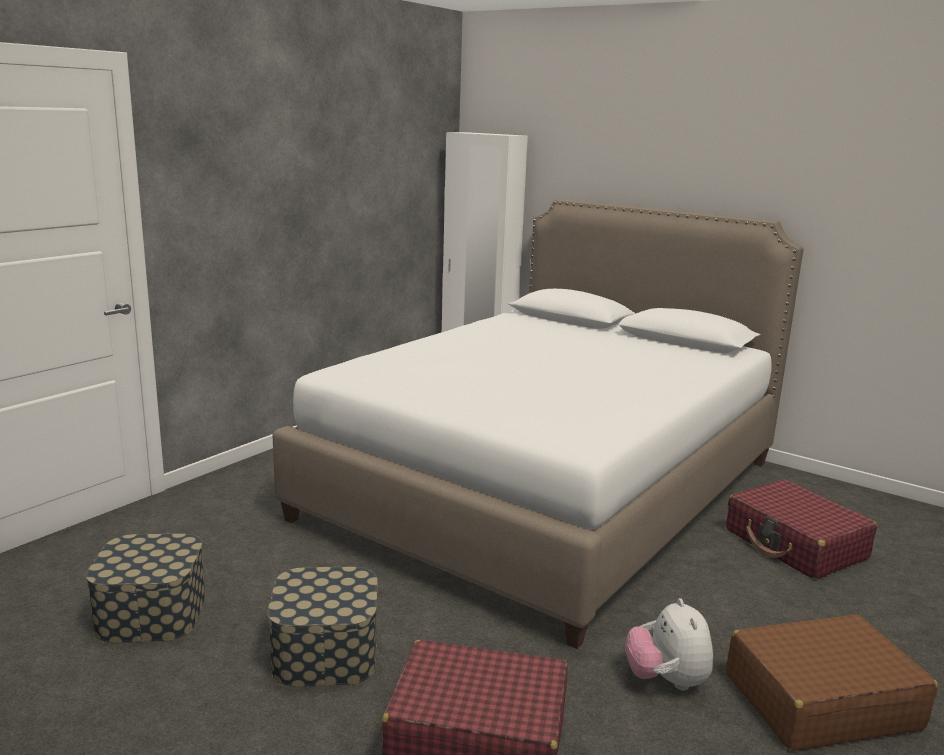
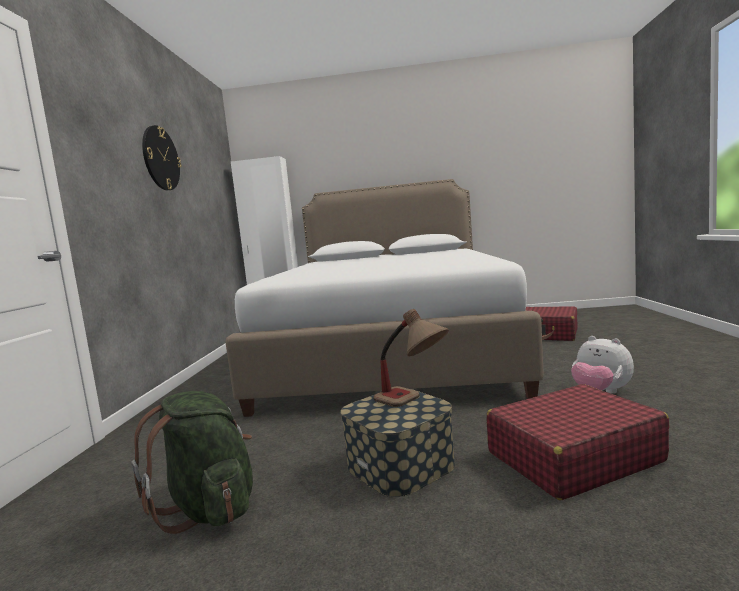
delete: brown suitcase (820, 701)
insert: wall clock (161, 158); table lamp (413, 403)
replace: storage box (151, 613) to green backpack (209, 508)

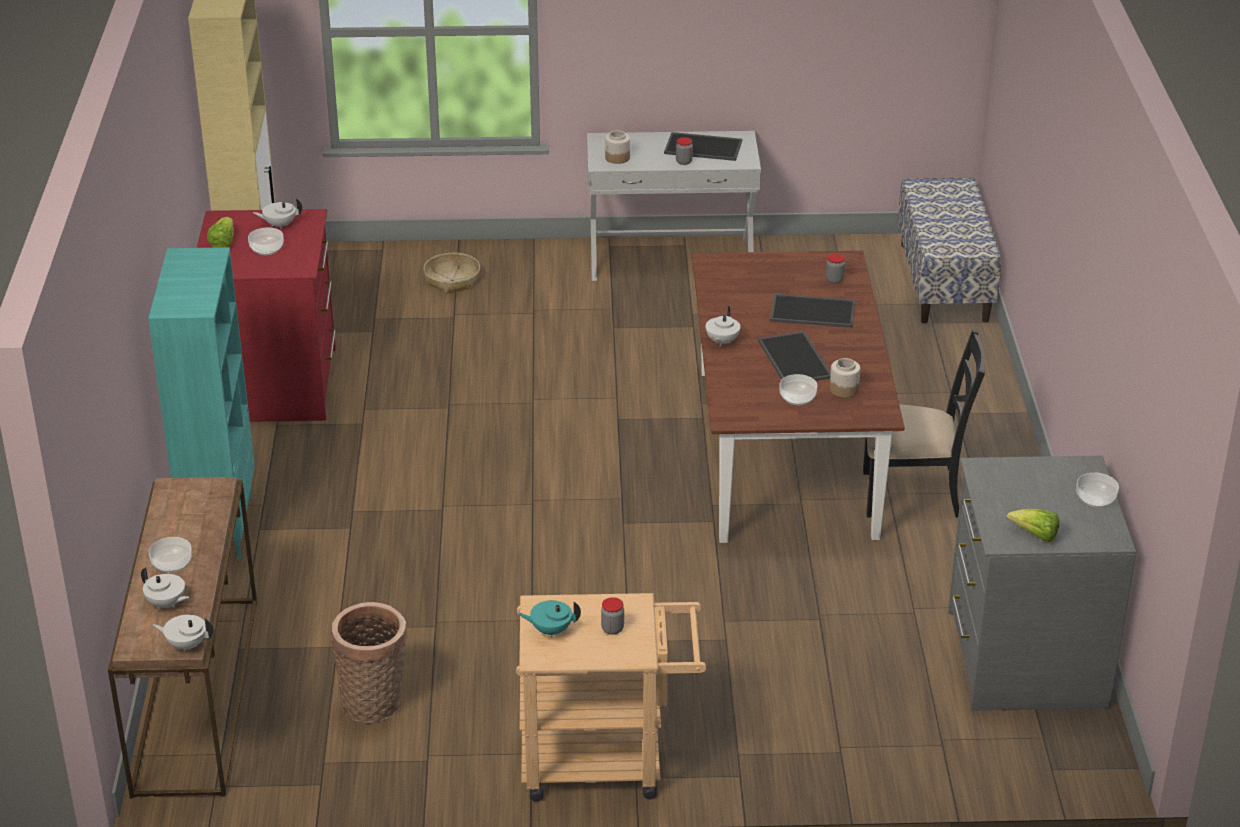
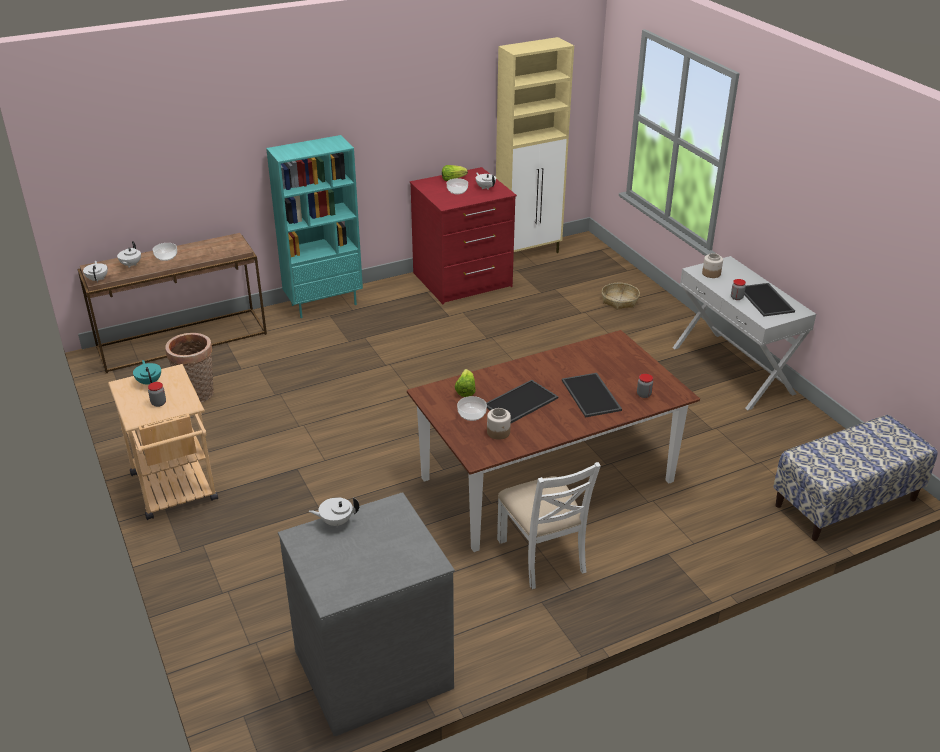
delete: bowl (1096, 499)
move: white teapot (721, 341) to (336, 521); lettuce (1035, 535) to (465, 390)
recolor: black chair (913, 494) to white chair (542, 555)

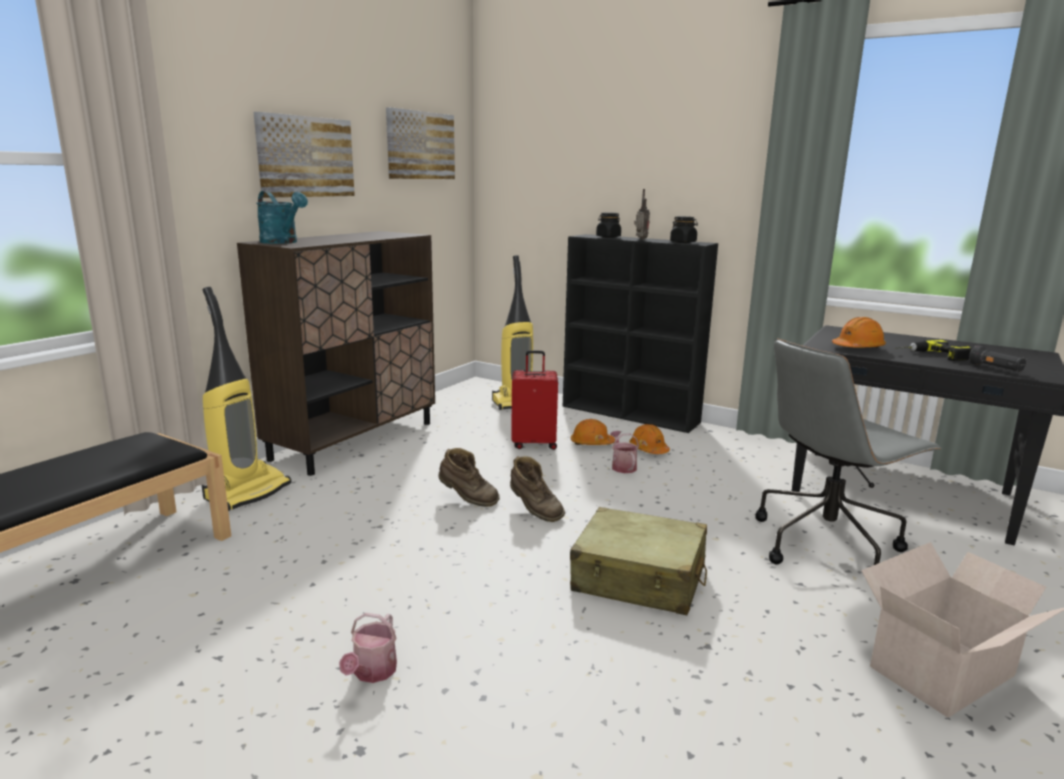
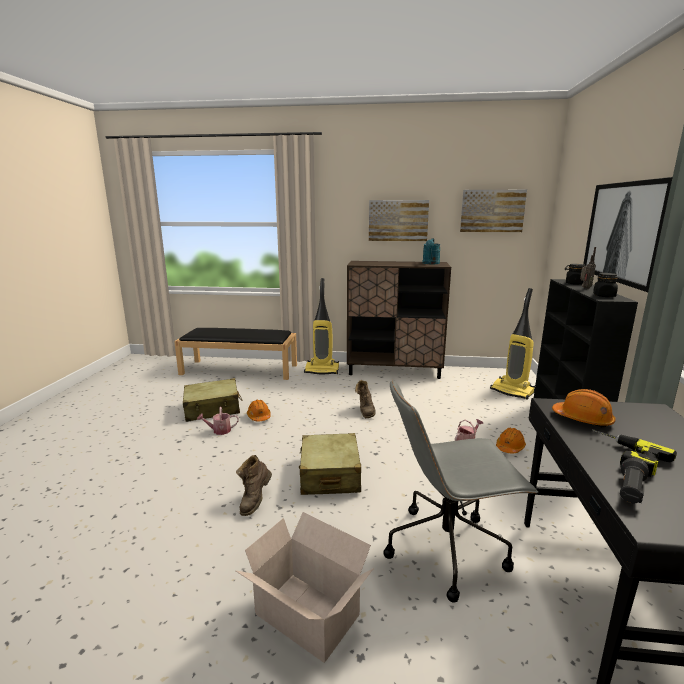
delete: red suitcase (534, 443)
insert: beige suitcase (213, 409); picture (622, 232)
move: brown boot (534, 511) to (255, 501); orange hard hat (591, 443) to (259, 417); turquoise watering can (282, 242) to (430, 263)
rotate: grey office chair (826, 544) = (447, 548) 45 degrees counterclockwise

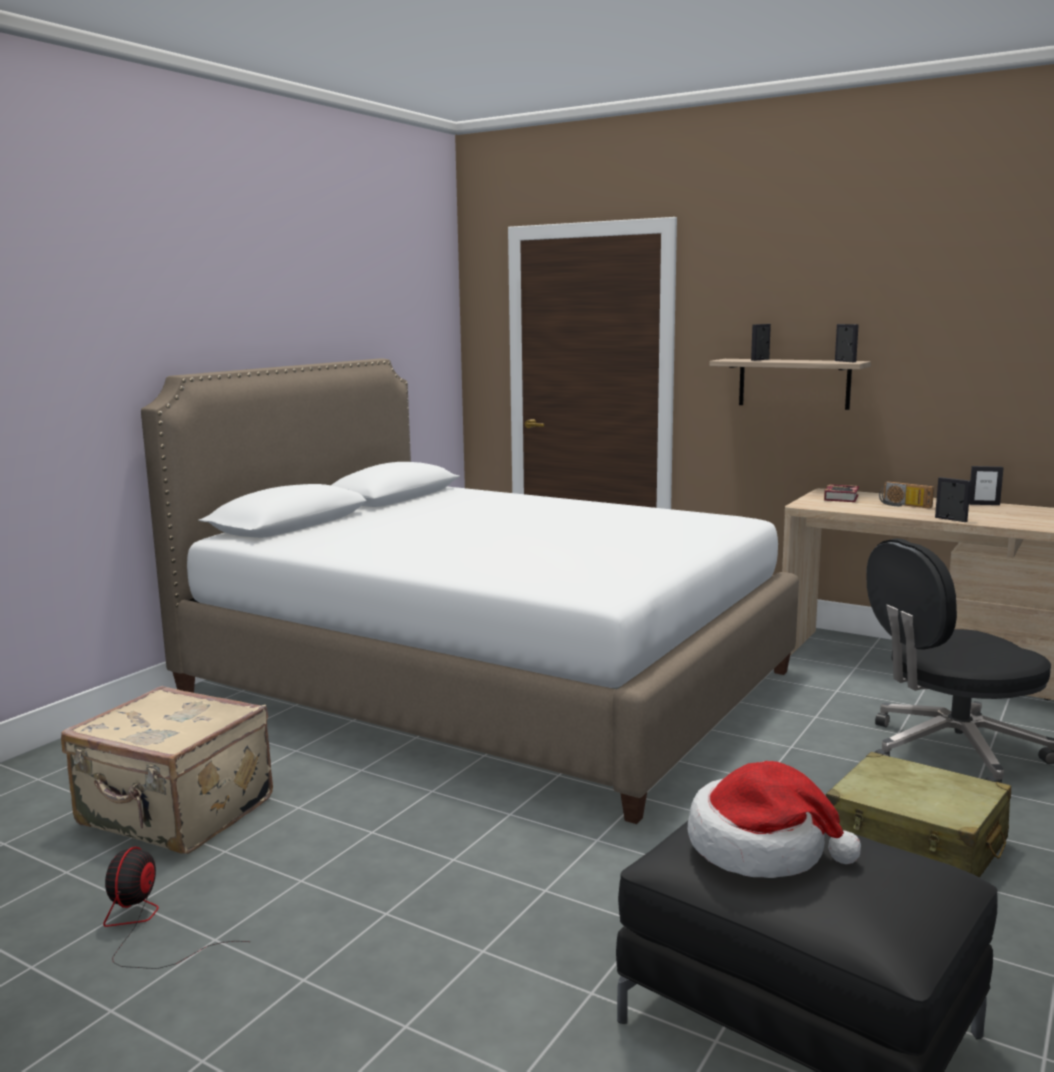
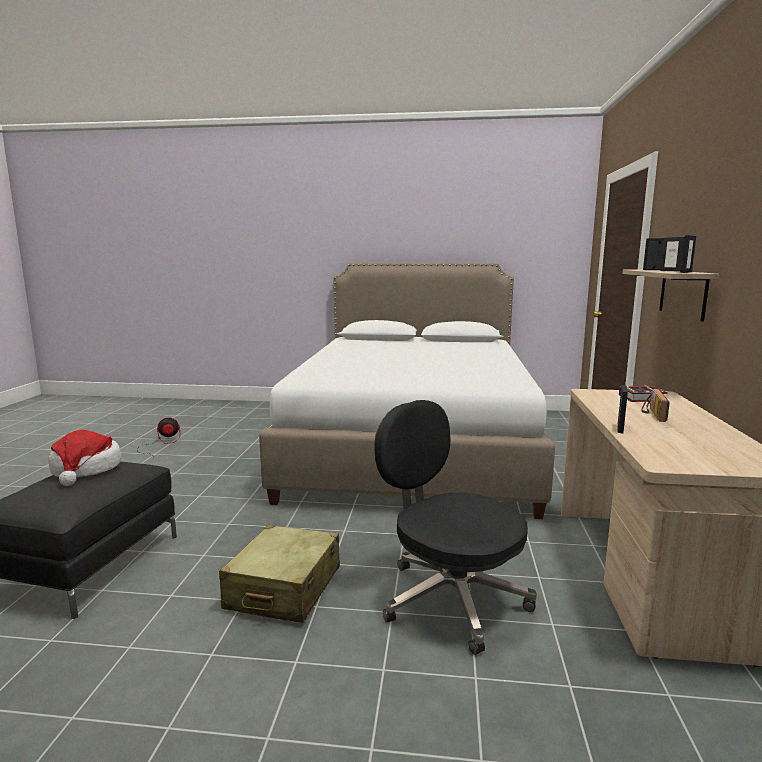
delete: beige suitcase (175, 814)
move: picture frame (983, 504) to (670, 271)

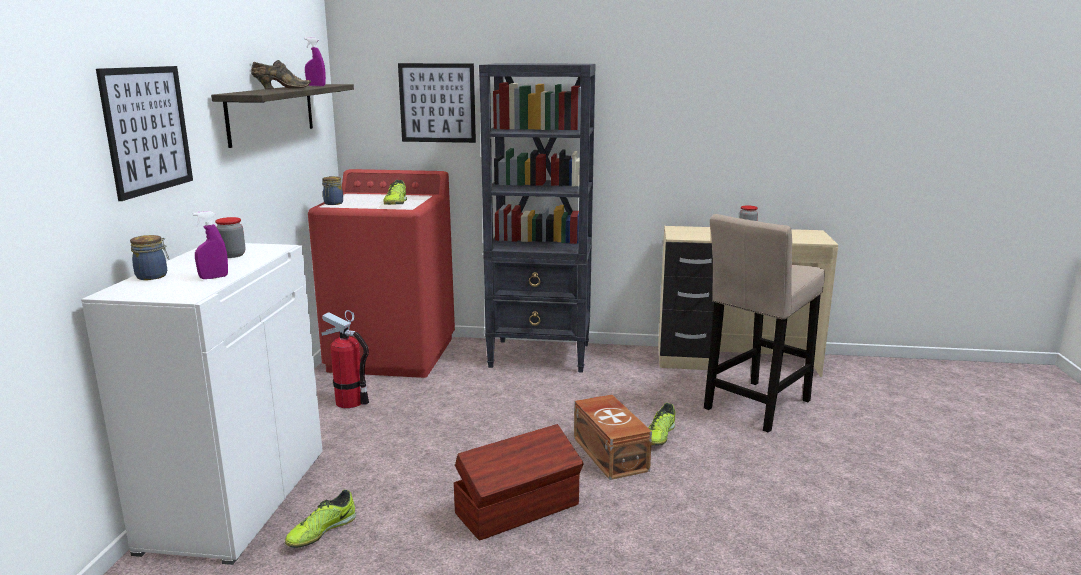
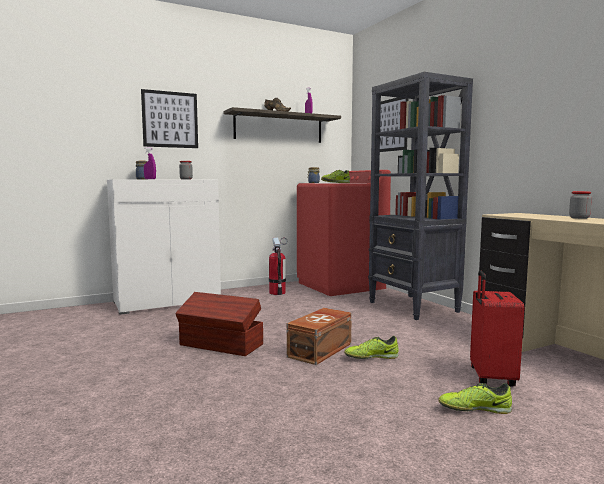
move: shoe (321, 532) to (474, 409)
replace: beige stool (754, 407) to red suitcase (490, 377)

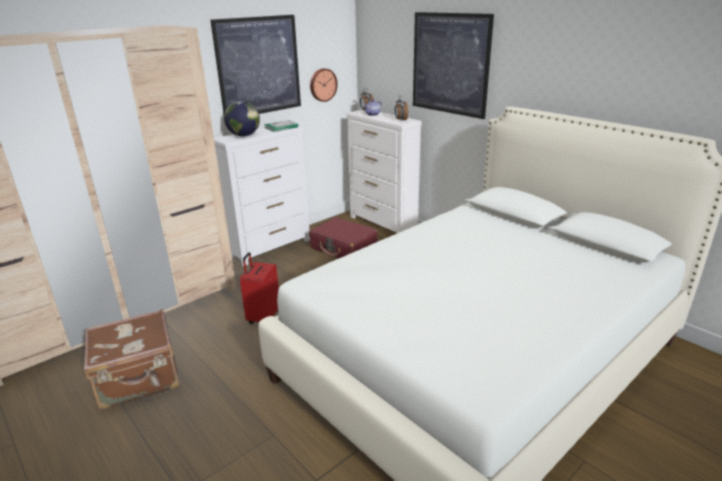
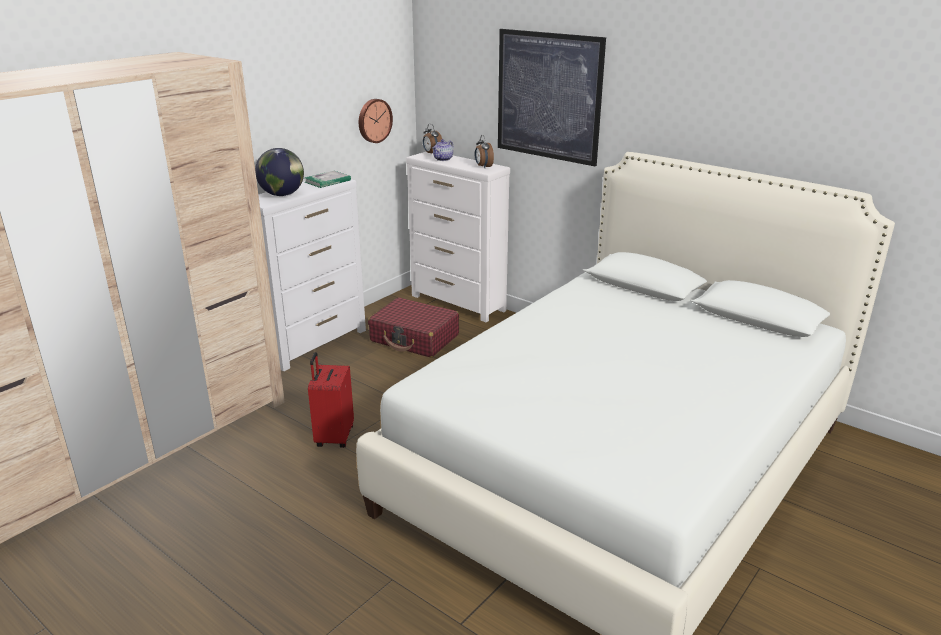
delete: brown suitcase (139, 380); picture (259, 66)

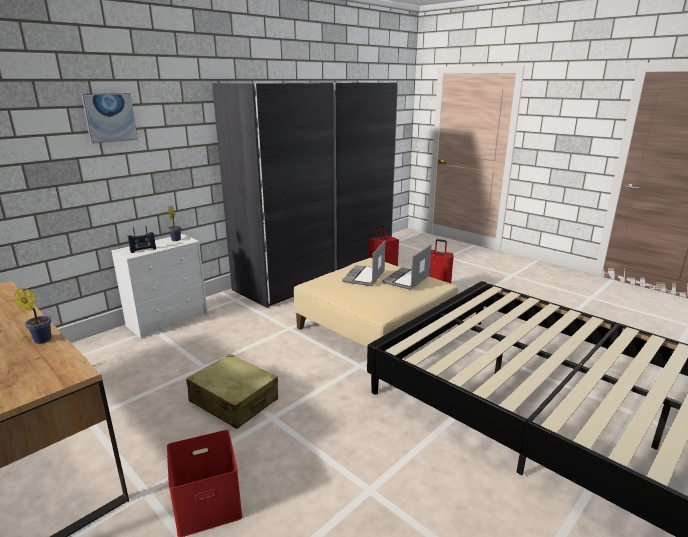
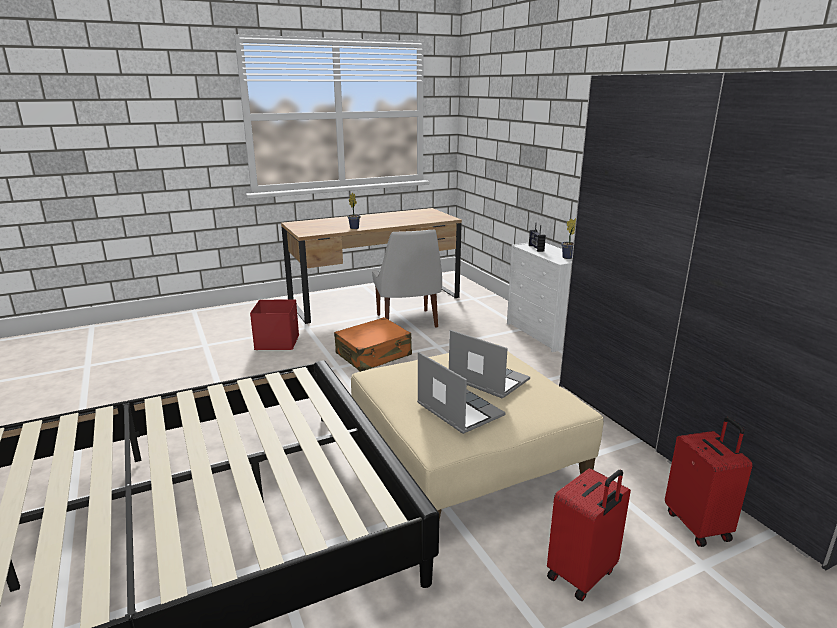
delete: picture (110, 117)
insert: white chair (407, 322)
recolor: beige suitcase (234, 401) to orange suitcase (373, 355)

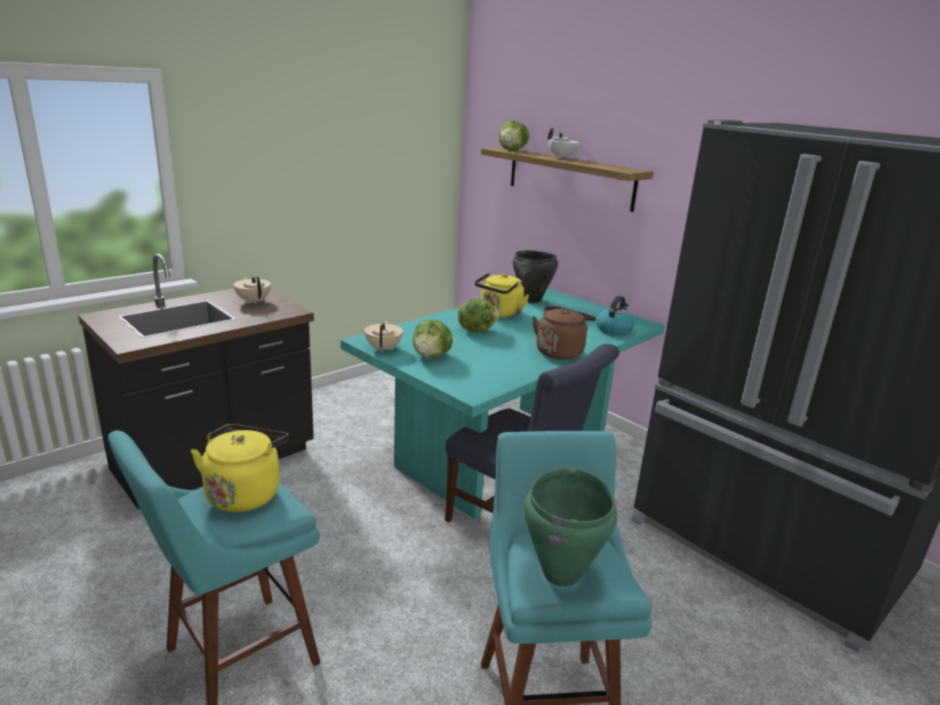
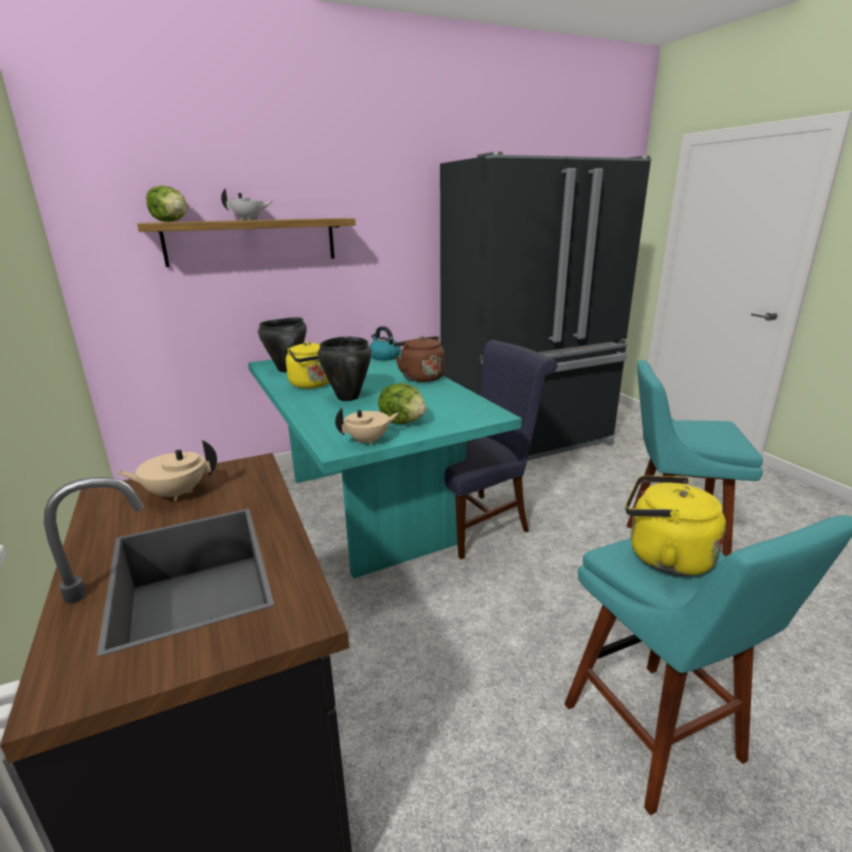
delete: green cooking pot (562, 573)
replace: lettuce (476, 330) to black cooking pot (347, 397)
rotate: beige teapot (384, 348) = (368, 441) 135 degrees clockwise

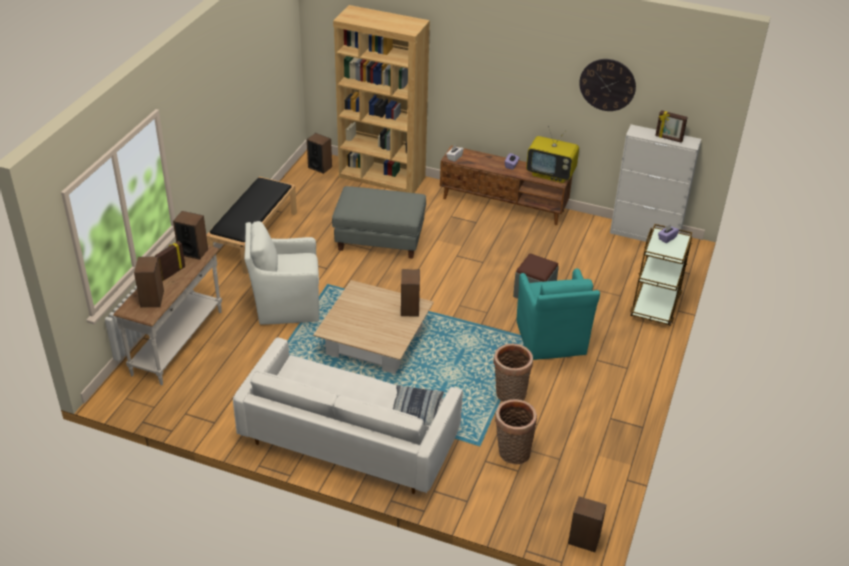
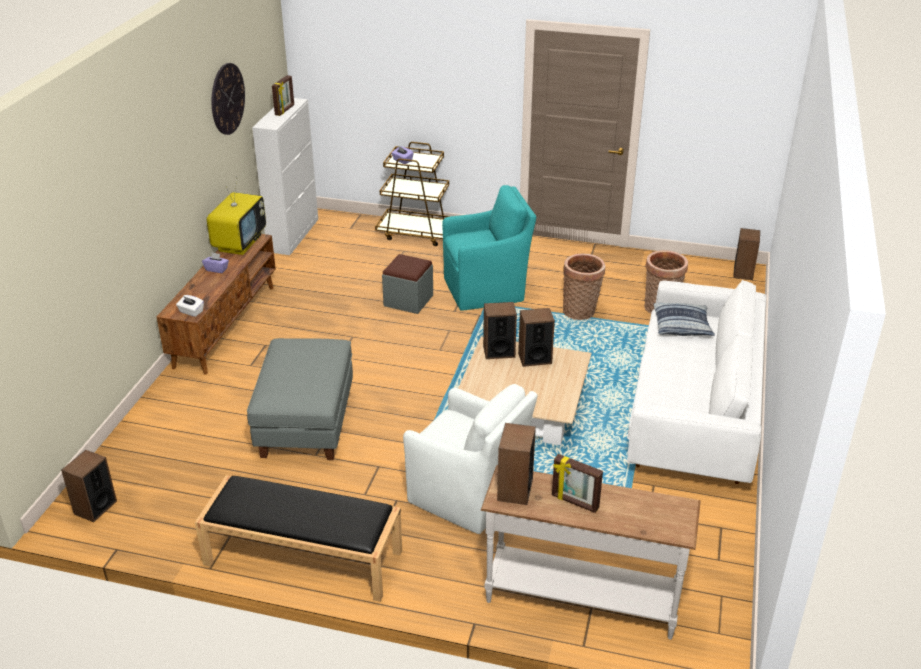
delete: brown bookcase (382, 177)
move: speaker (152, 299) to (534, 358)
rotate: white armchair (285, 305) = (468, 496) 45 degrees counterclockwise

